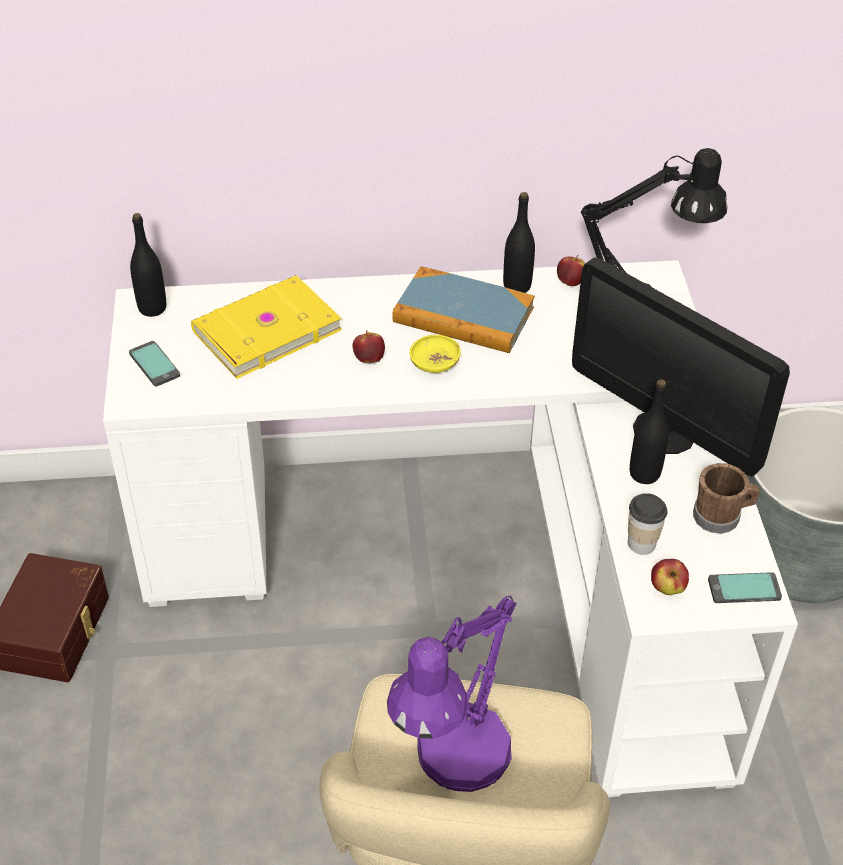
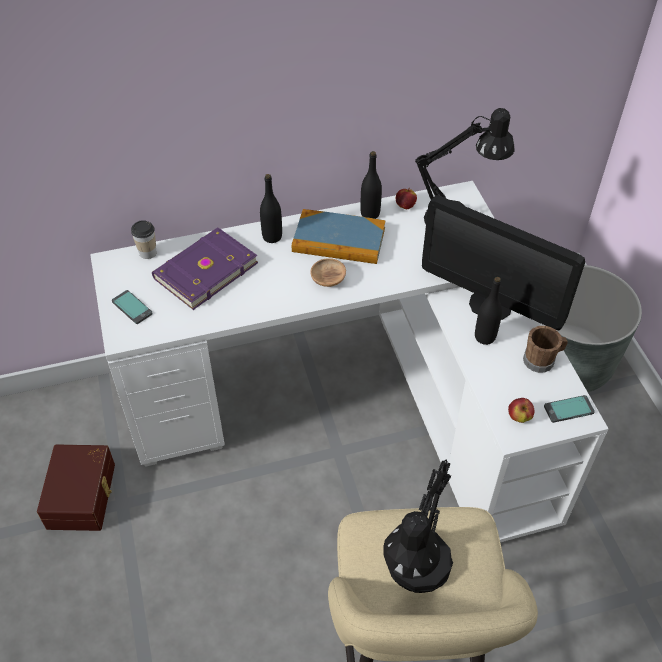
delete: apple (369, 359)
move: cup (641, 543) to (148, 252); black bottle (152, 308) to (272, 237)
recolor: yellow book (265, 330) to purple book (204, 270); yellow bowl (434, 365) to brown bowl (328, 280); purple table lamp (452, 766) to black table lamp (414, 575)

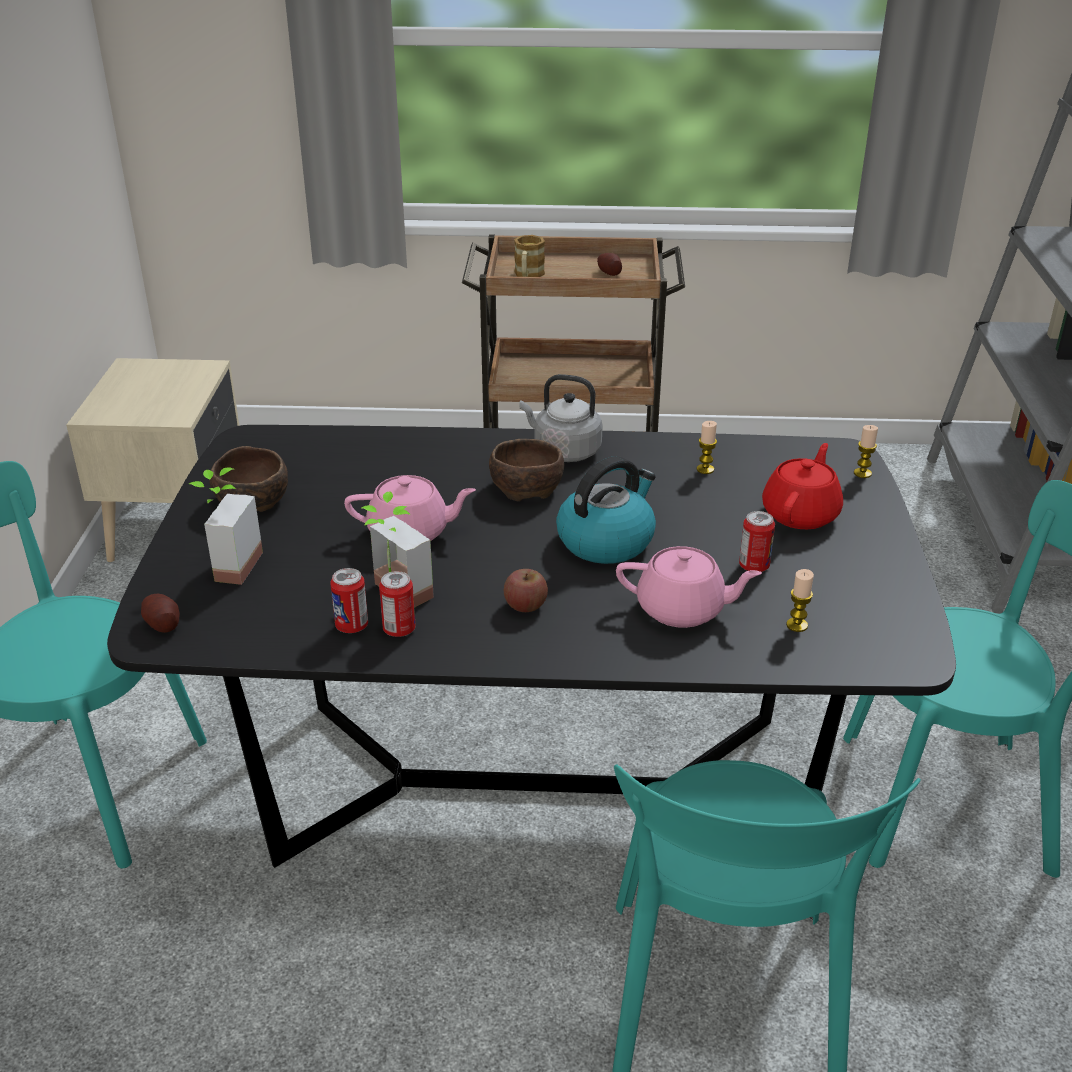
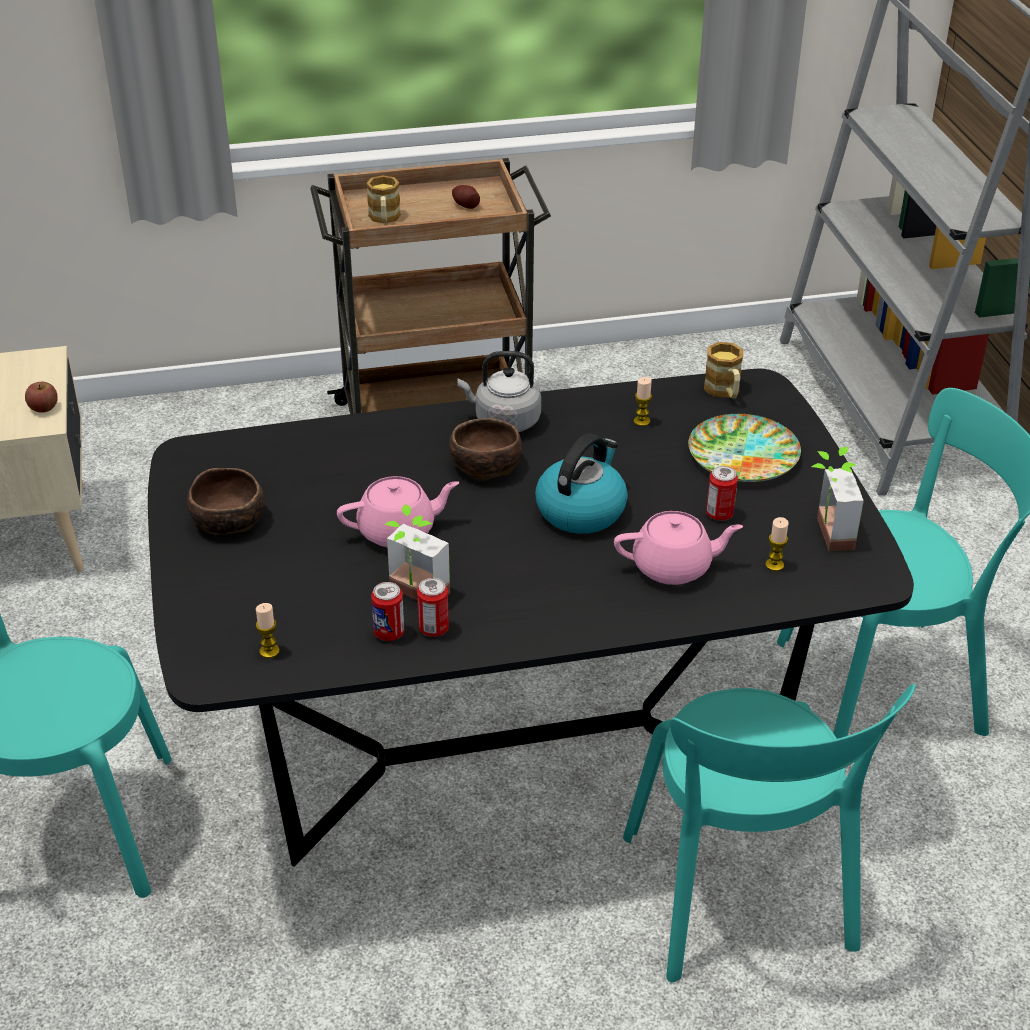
delete: potato (162, 624)
insert: mug (724, 392)
move: apple (525, 605) to (43, 408); candle (862, 473) to (269, 651); potted plant (227, 565) to (824, 534)
replace: red teapot (801, 514) to plate (742, 455)

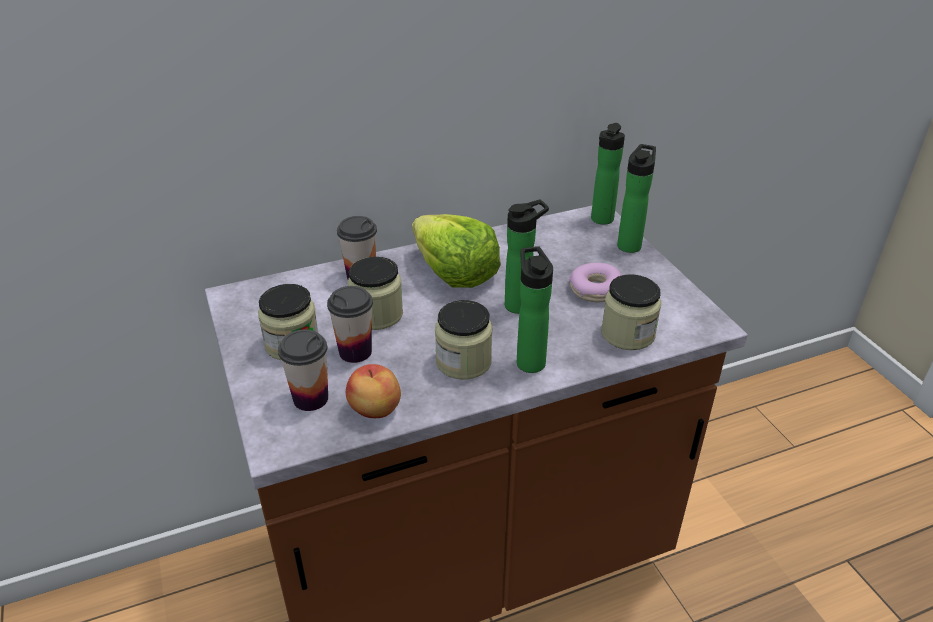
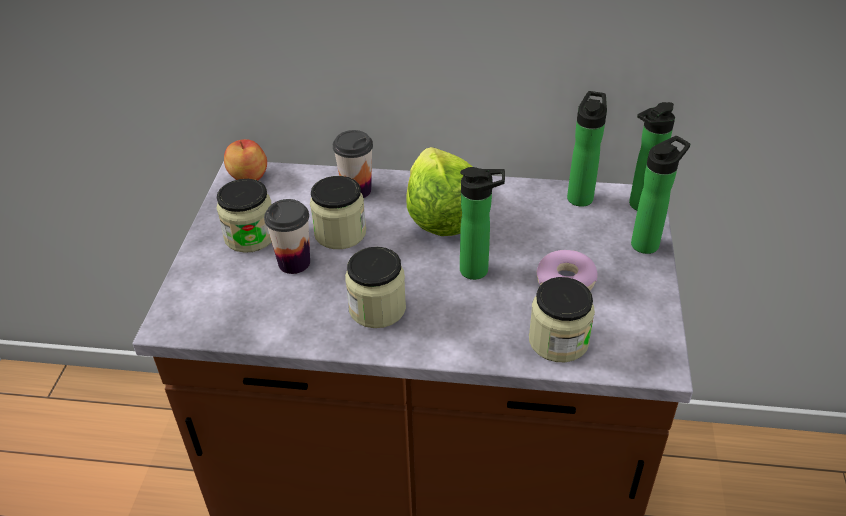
delete: cup (310, 398)
move: apple (375, 410) to (247, 177); bottle (529, 360) to (580, 196)

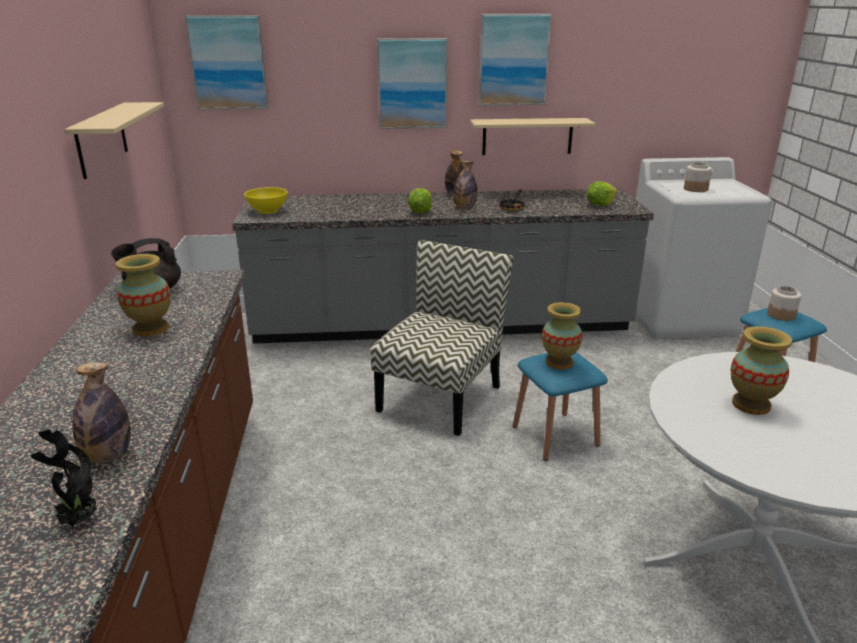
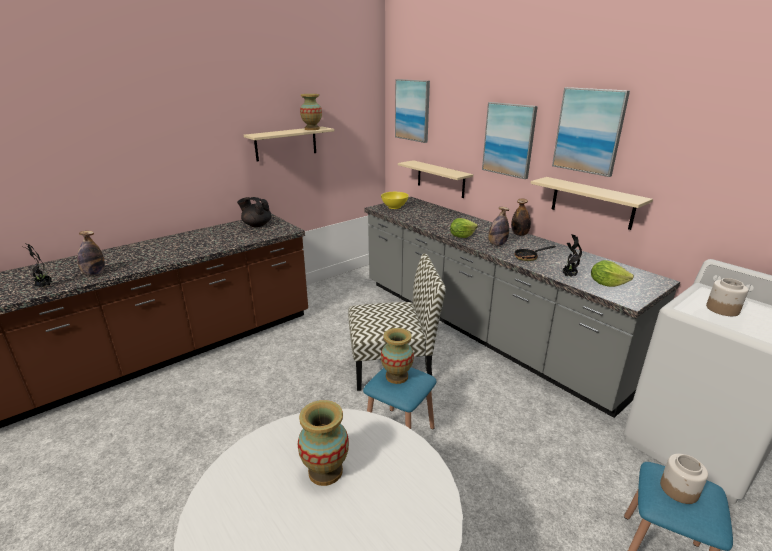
insert: beige shelf (440, 179); potted plant (568, 276)
move: vase (151, 329) to (312, 129)

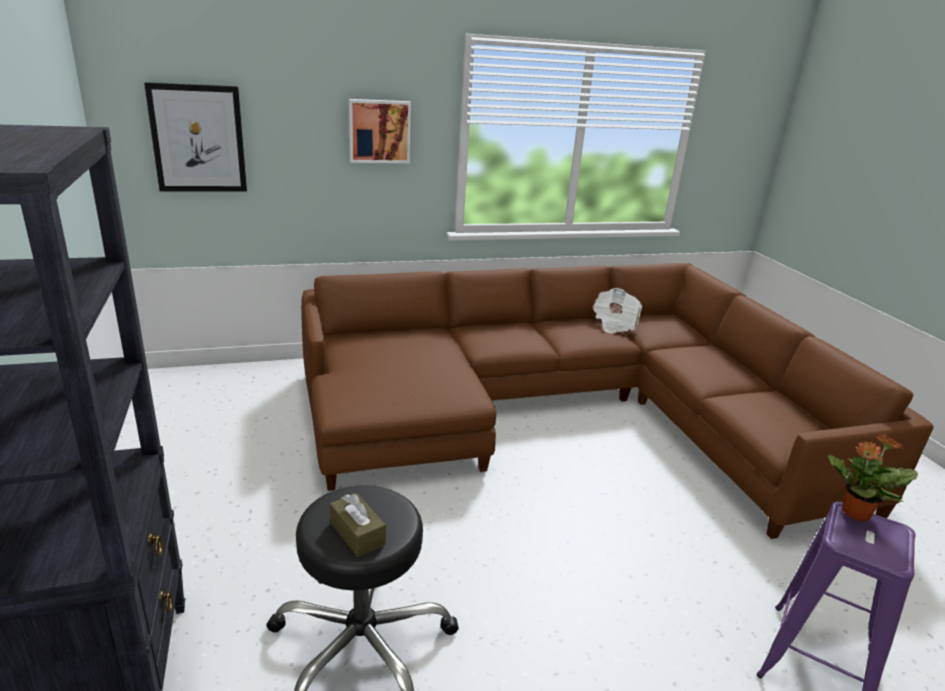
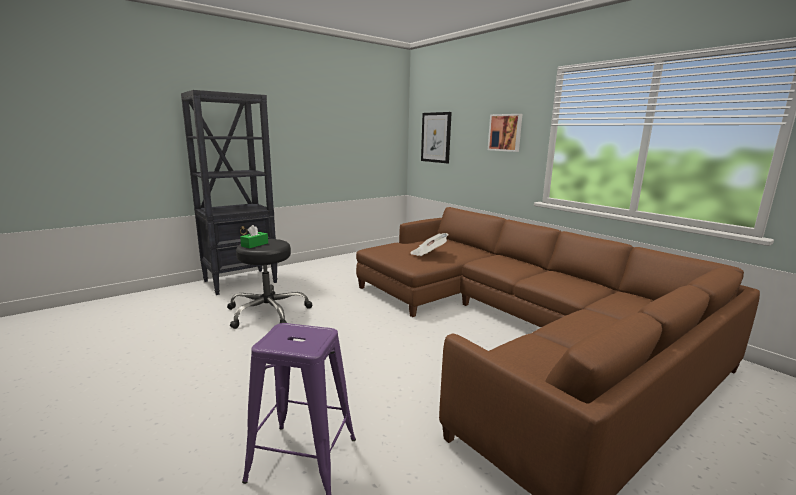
delete: potted plant (854, 513)
move: newspaper (614, 324) to (428, 254)
recolor: brown tissue box (357, 533) to green tissue box (255, 244)

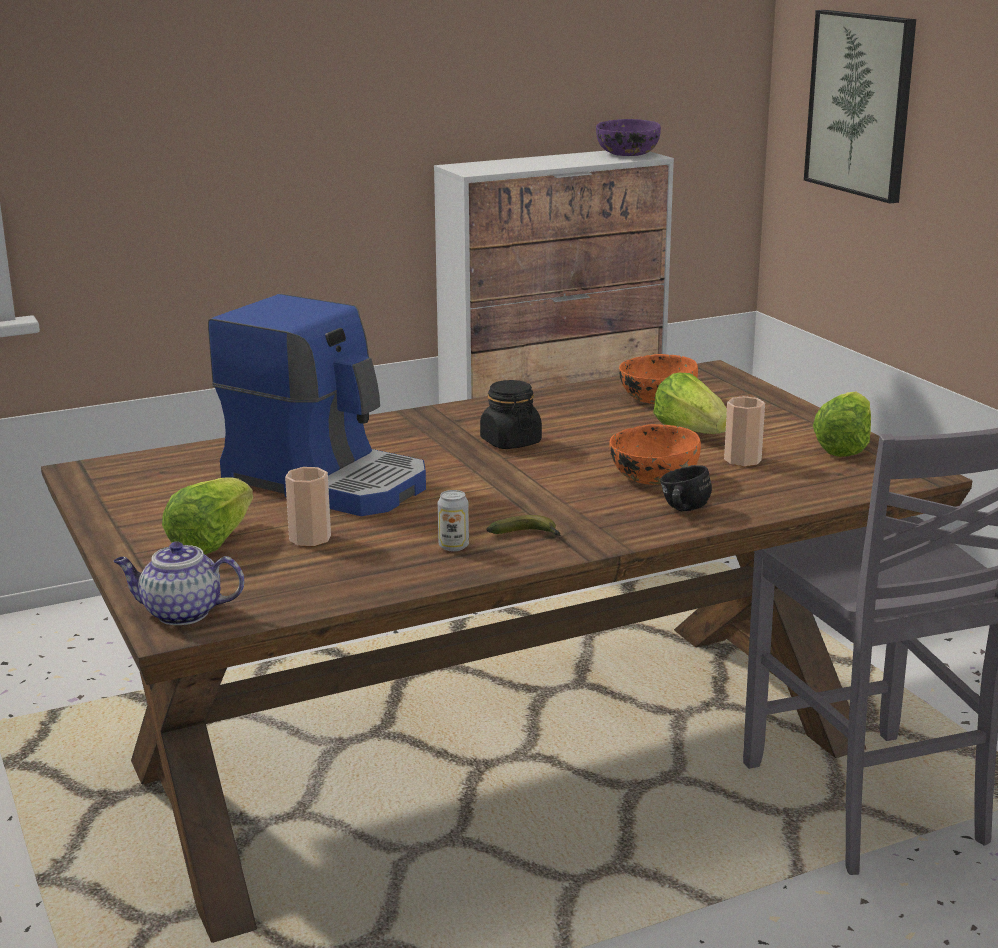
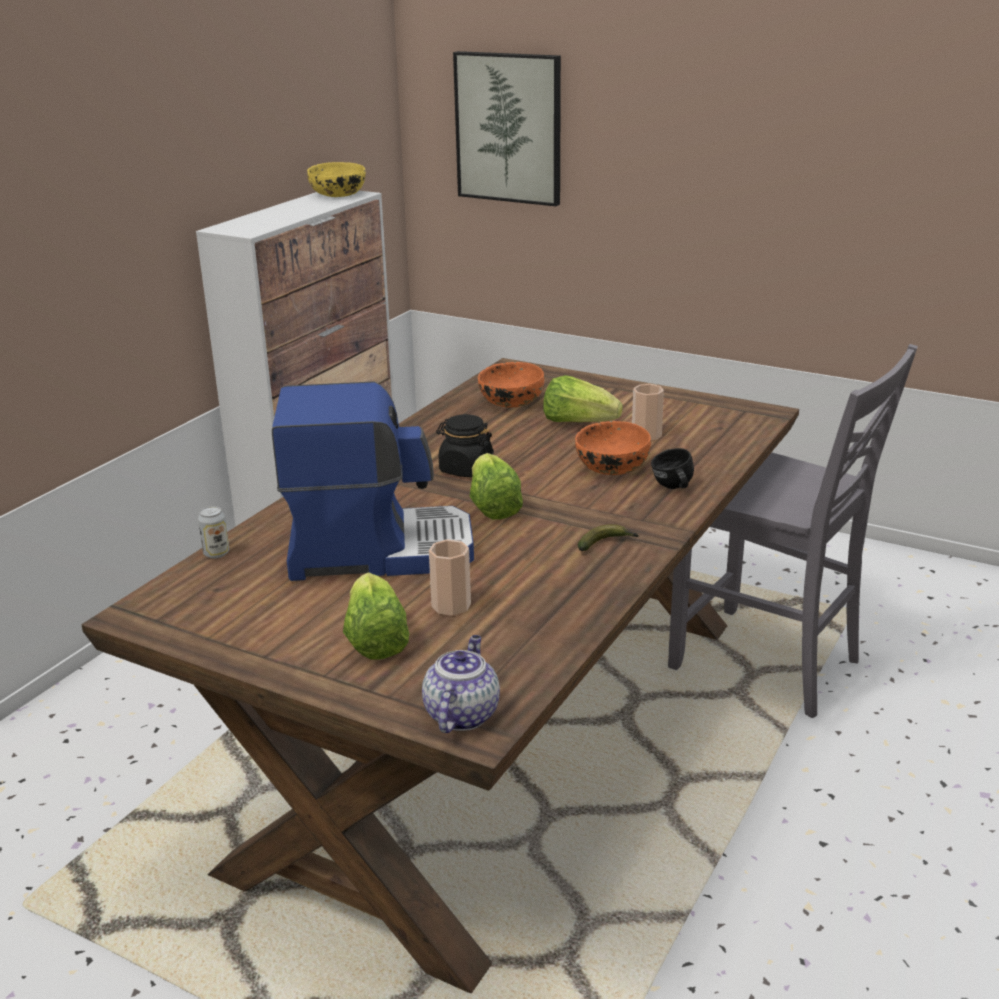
move: can (453, 546) to (216, 553); lettuce (844, 446) to (493, 506)
recolor: purple bowl (627, 154) to yellow bowl (338, 194)
rotate: teapot (180, 613) = (461, 714) 135 degrees clockwise

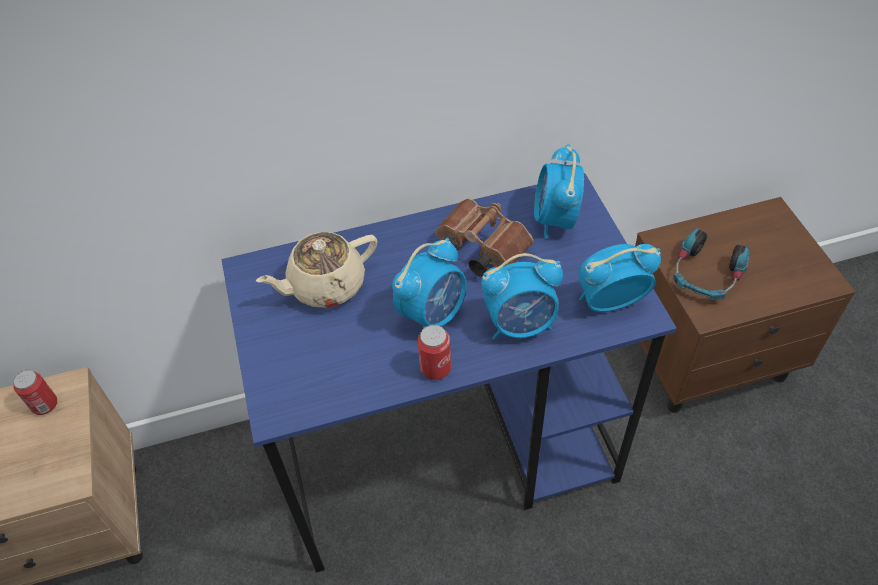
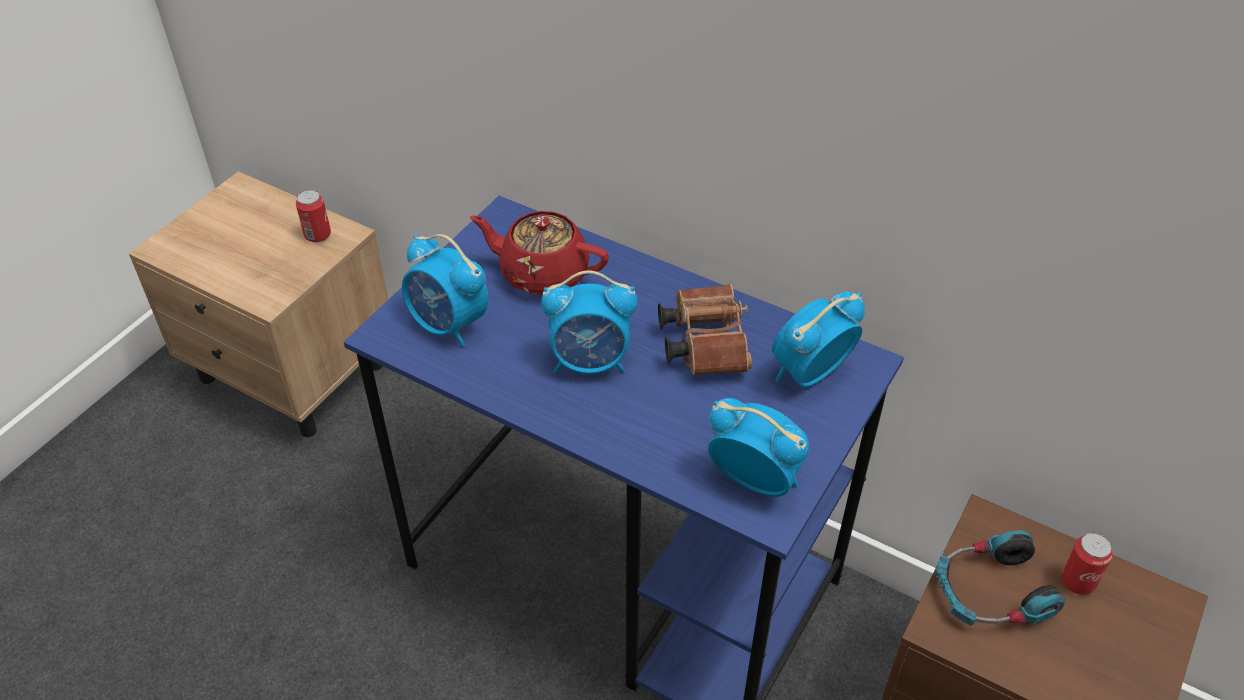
move: alarm clock (520, 325) to (449, 325); can (435, 368) to (1077, 581)
recolor: beige teapot (325, 285) to red teapot (542, 273)

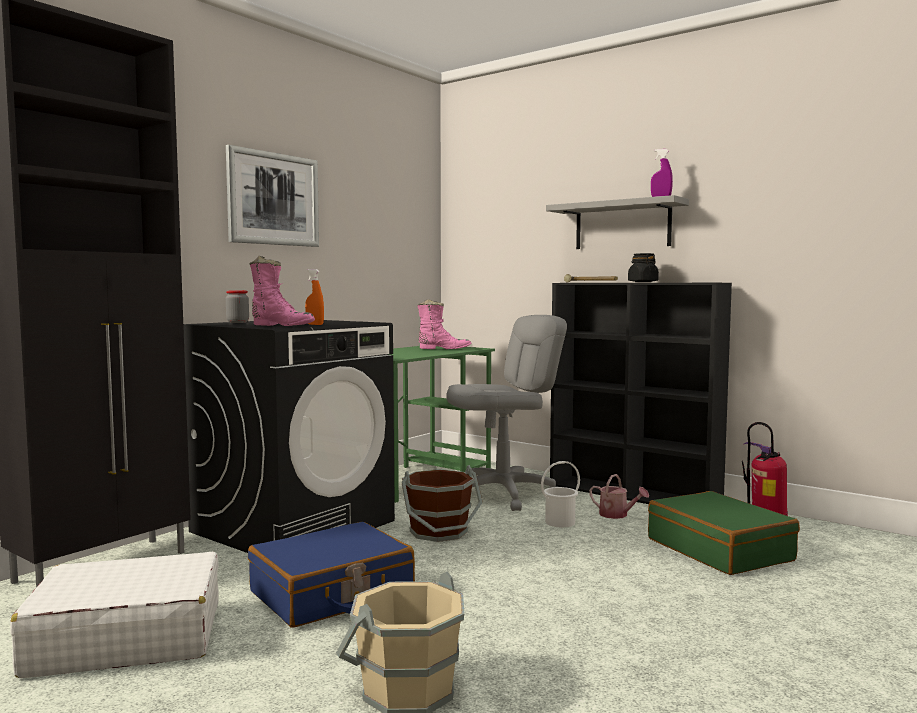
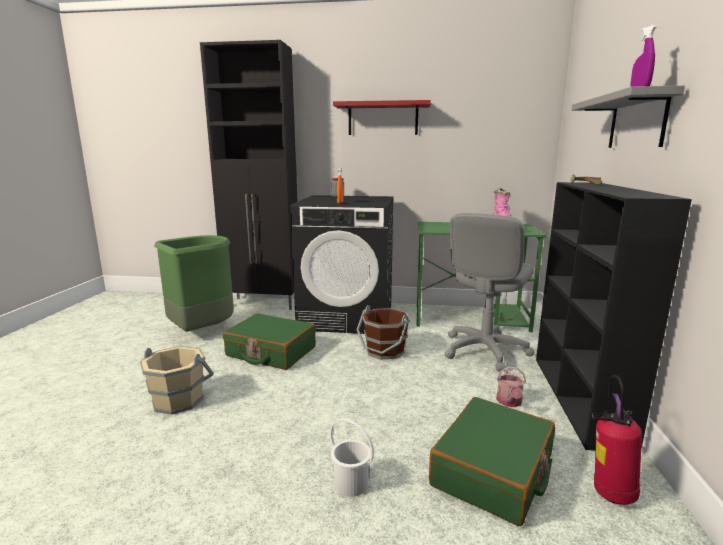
delete: pink boot (282, 325); black jar (642, 282)
move: white bucket (559, 522) to (351, 483)
replace: white suitcase (126, 638) to green trash can (202, 331); picture (273, 199) to red shelf (383, 119)
recolor: blue suitcase (332, 594) to green suitcase (271, 352)
rotate: grey office chair (503, 494) = (484, 350) 90 degrees clockwise

